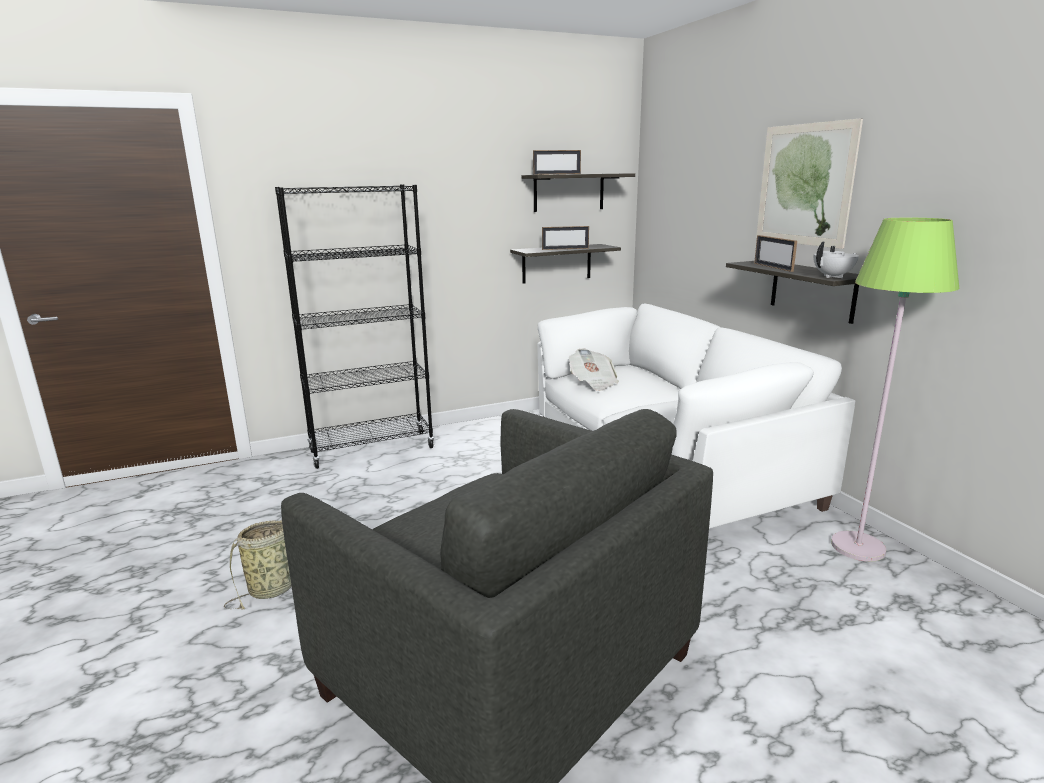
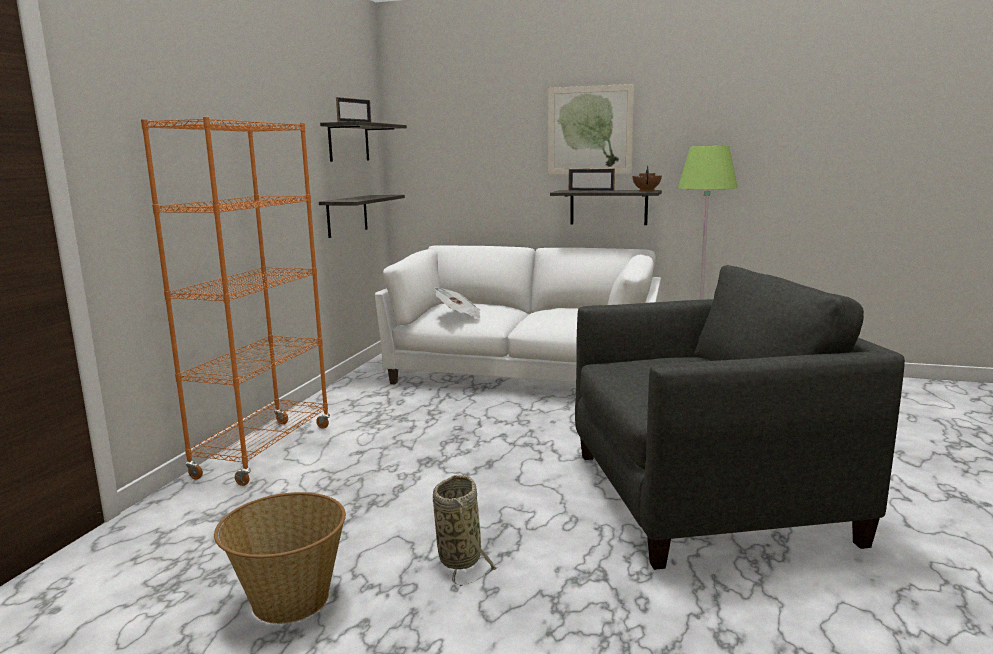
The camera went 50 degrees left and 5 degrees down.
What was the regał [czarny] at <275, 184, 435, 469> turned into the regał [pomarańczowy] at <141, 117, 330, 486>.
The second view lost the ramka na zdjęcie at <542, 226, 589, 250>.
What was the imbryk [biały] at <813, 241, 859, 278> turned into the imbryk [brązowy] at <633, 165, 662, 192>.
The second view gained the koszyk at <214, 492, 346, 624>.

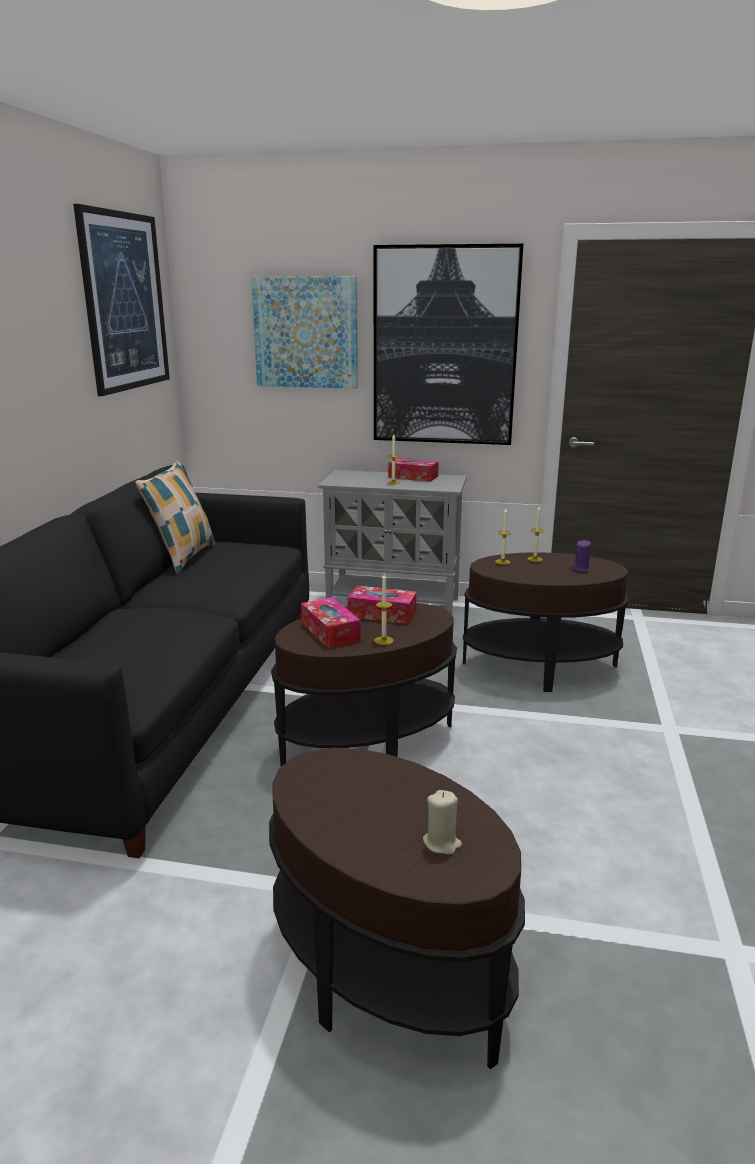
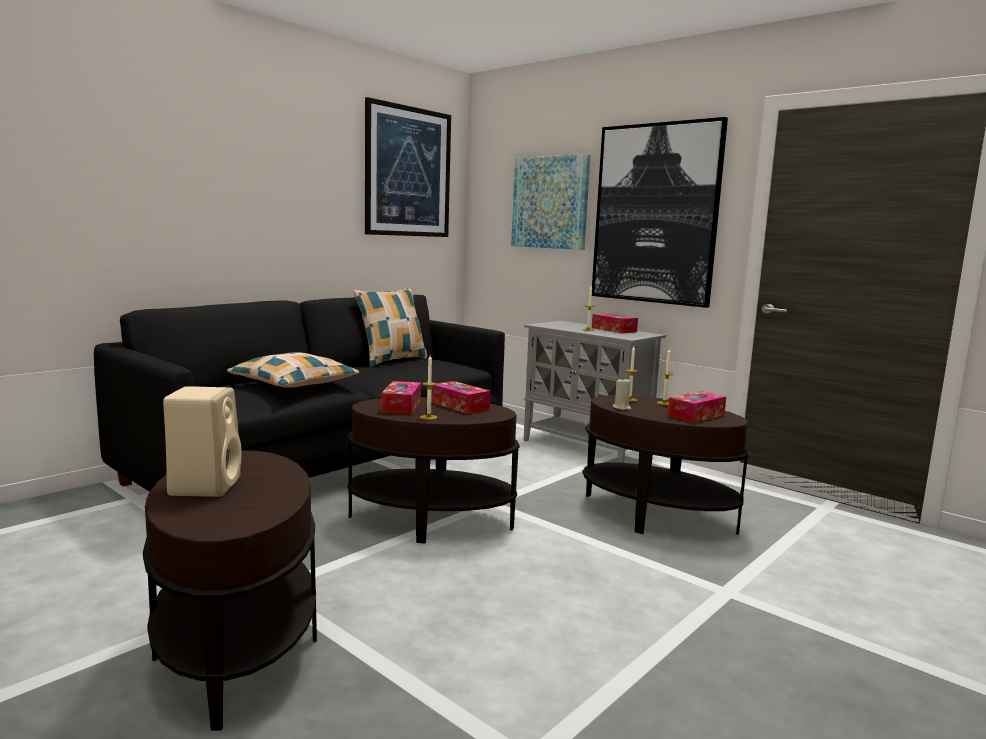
The camera went 30 degrees right and 10 degrees down.
The świeca [beżowy] ended up elsewhere, having gone from <423, 790, 462, 855> to <613, 379, 631, 410>.
Where the świeca [fioletowy] stood at <572, 540, 591, 572>, the pudełko chusteczek came to stand at <667, 391, 726, 423>.
The second view gained the głośnik [beżowy] at <163, 386, 242, 497>.
The second view gained the poduszka at <227, 352, 359, 388>.

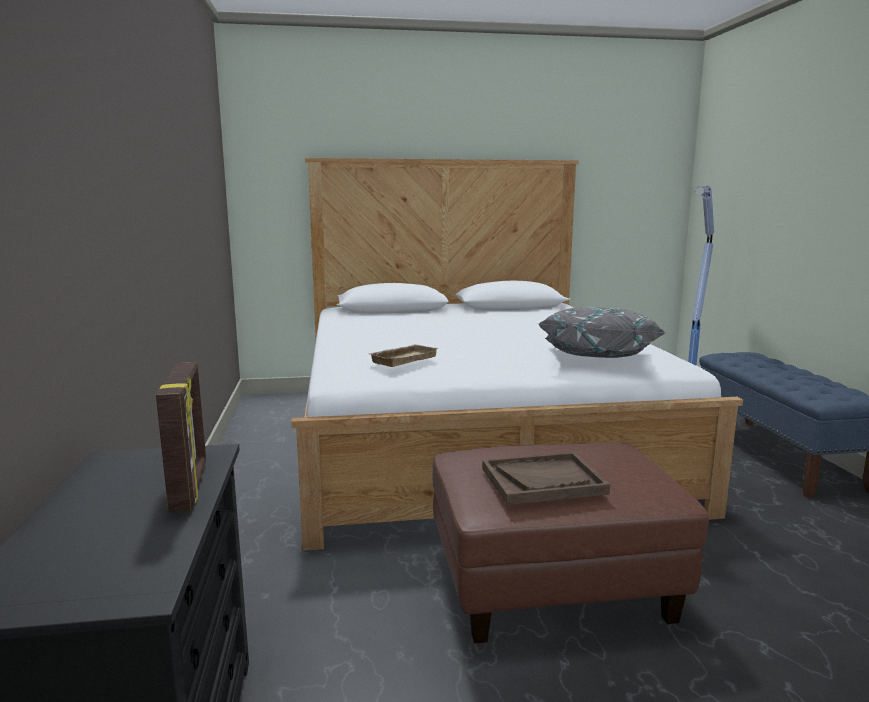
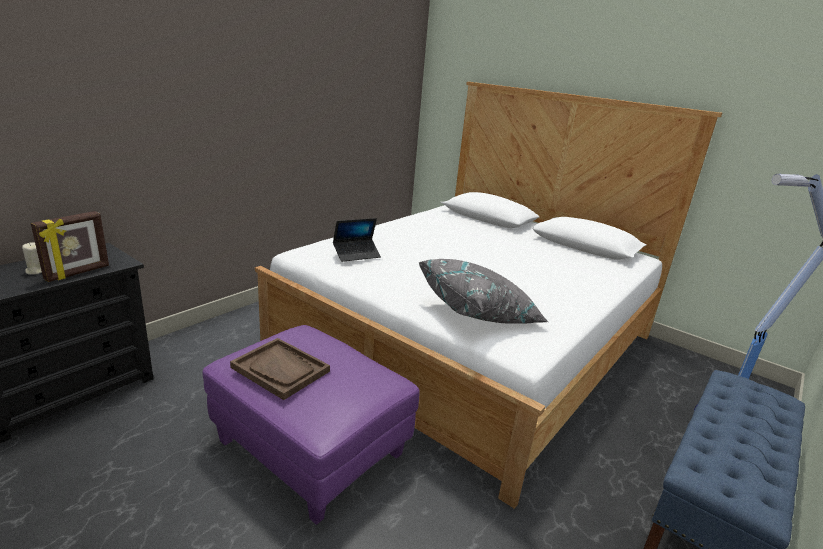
The camera went 45 degrees right and 10 degrees up.
Where the taca [beżowy] stood at <370, 344, 439, 367>, the laptop came to stand at <333, 218, 381, 262>.
What was the pufa [brązowy] at <433, 442, 709, 644> turned into the pufa [fioletowy] at <202, 325, 420, 525>.
The second view gained the świeca [beżowy] at <22, 242, 42, 275>.

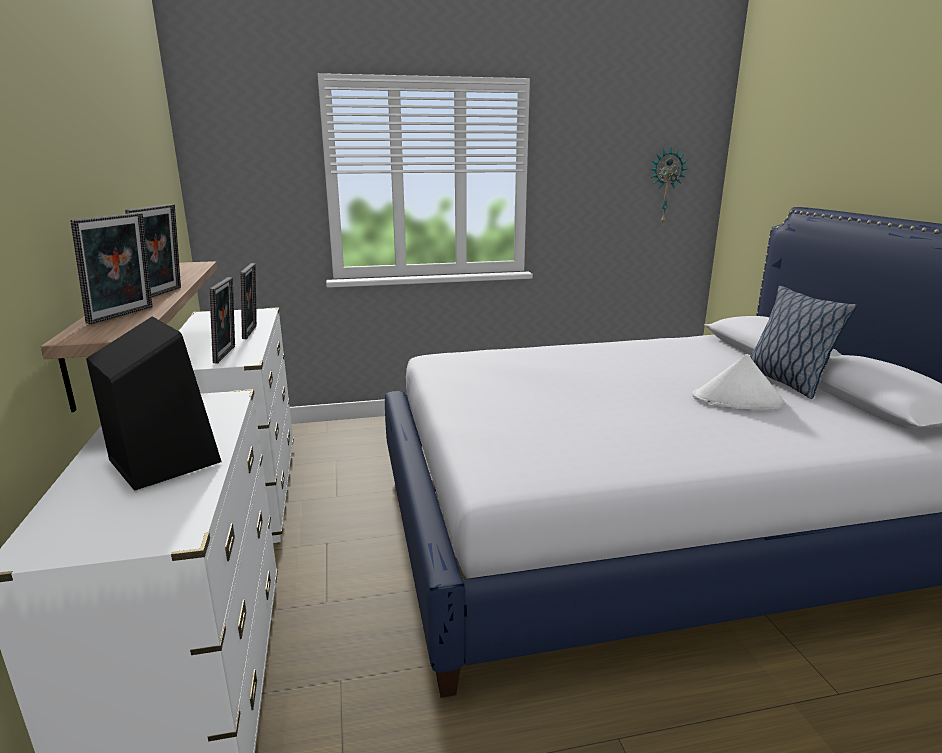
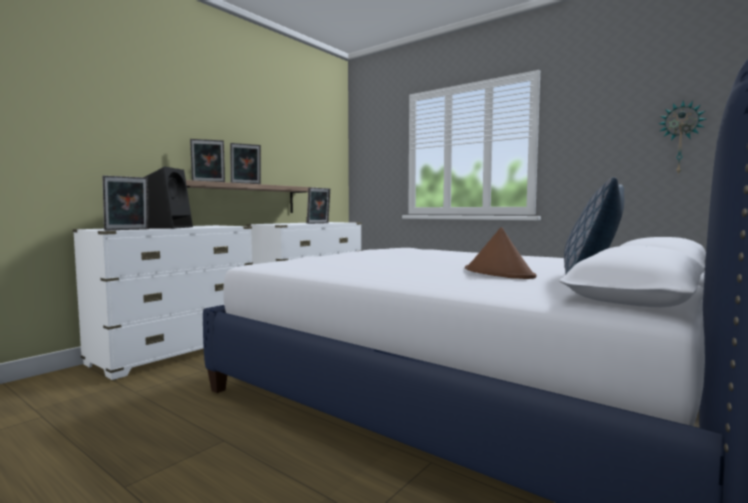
The camera went 50 degrees right and 15 degrees down.
The ramka na zdjęcie ended up elsewhere, having gone from <209, 277, 235, 363> to <102, 175, 149, 230>.
What was the kapelusz [biały] at <692, 354, 786, 410> turned into the kapelusz [brązowy] at <465, 227, 536, 279>.

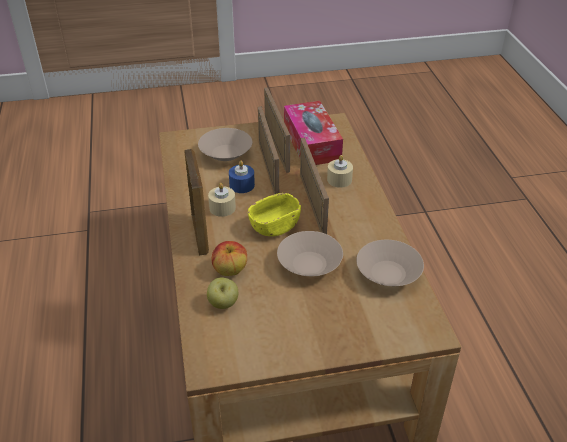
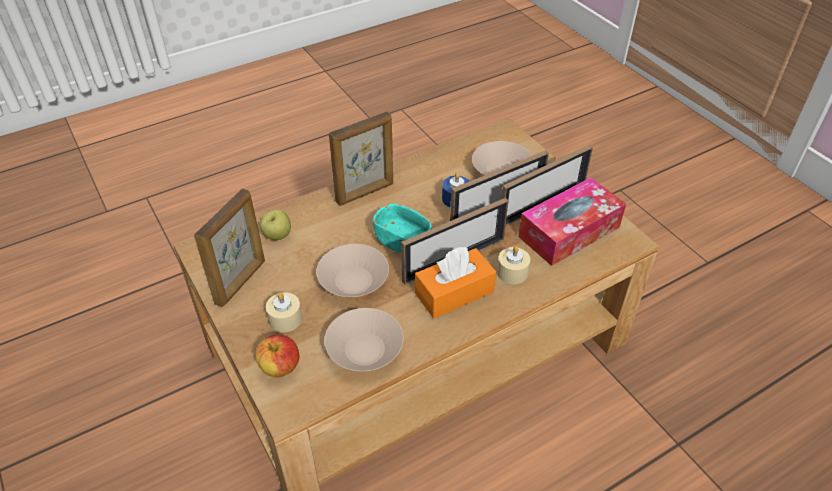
The camera went 70 degrees right and 5 degrees up.
The świeca [beżowy] ended up elsewhere, having gone from <208, 183, 236, 217> to <266, 292, 302, 332>.
The jabłko ended up elsewhere, having gone from <212, 241, 247, 276> to <255, 335, 299, 377>.
What was the miska [żółty] at <248, 193, 301, 236> turned into the miska [turkusowy] at <373, 204, 432, 252>.
The second view gained the ramka na zdjęcie at <194, 188, 265, 307>.
The second view gained the pudełko chusteczek [pomarańczowy] at <415, 247, 496, 319>.

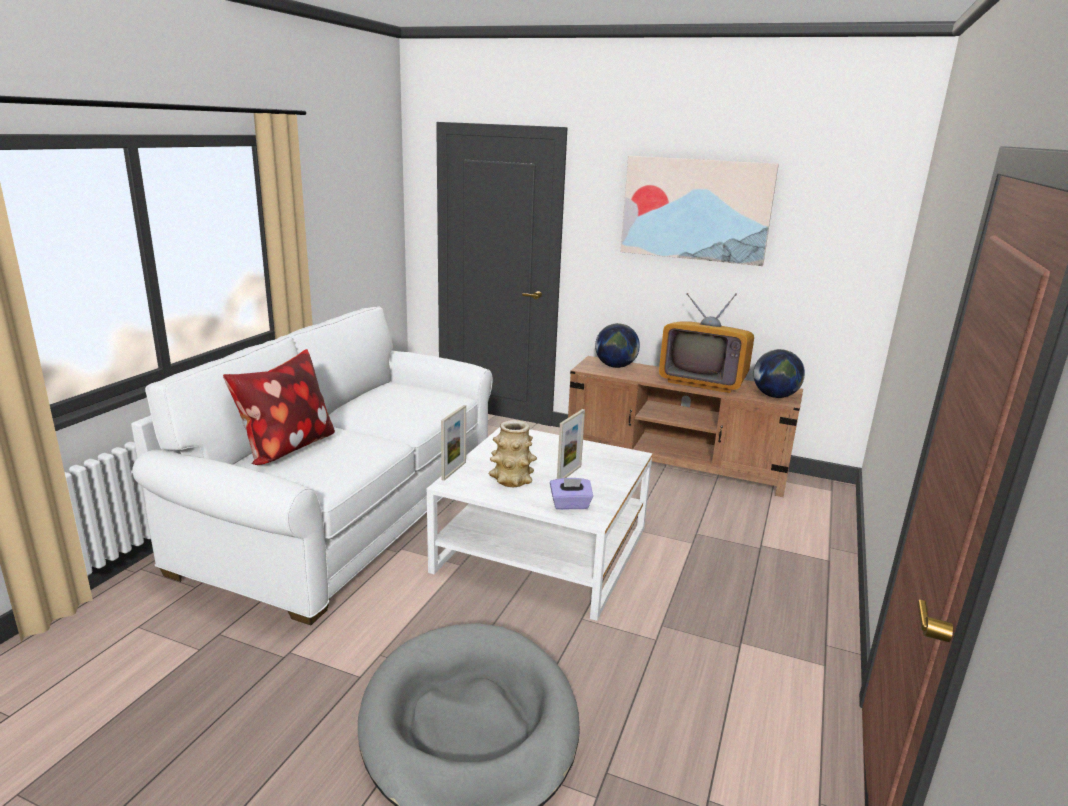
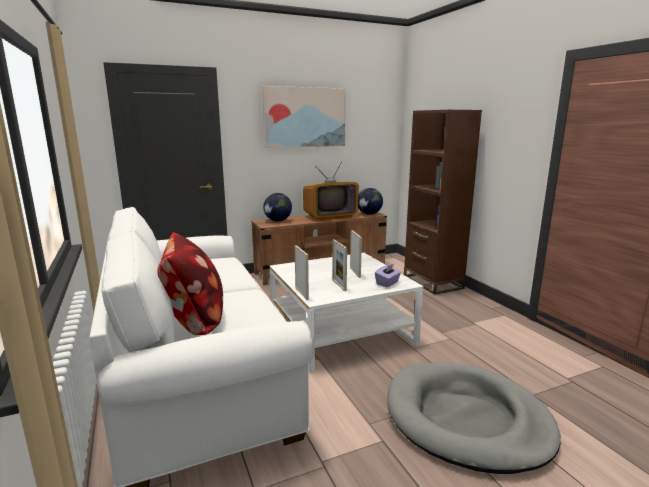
The camera went 45 degrees left and 5 degrees down.
Where the wazon stood at <489, 420, 537, 487>, the ramka na zdjęcie came to stand at <332, 239, 347, 291>.
The second view gained the regał [brązowy] at <404, 110, 482, 295>.

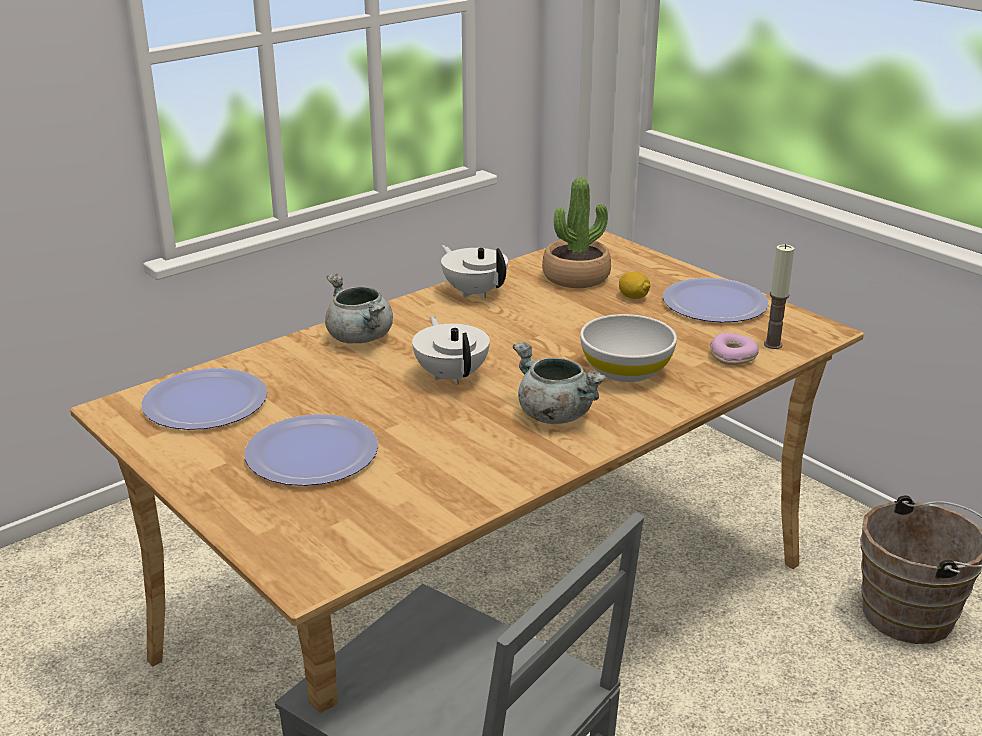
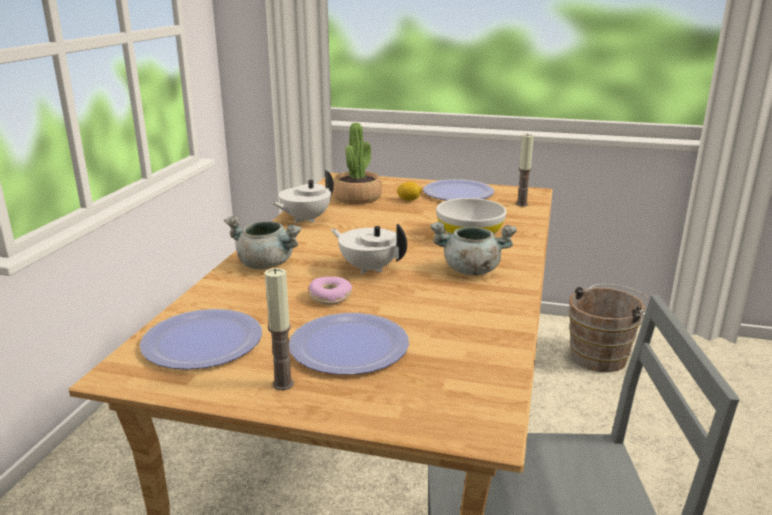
The camera went 35 degrees left and 5 degrees down.
The imbryk [biały] at <441, 245, 508, 298> ended up facing another way, 60 degrees counterclockwise from before.
The donut ended up elsewhere, having gone from <710, 333, 759, 365> to <308, 277, 352, 305>.
The second view gained the świeca at <265, 268, 294, 390>.

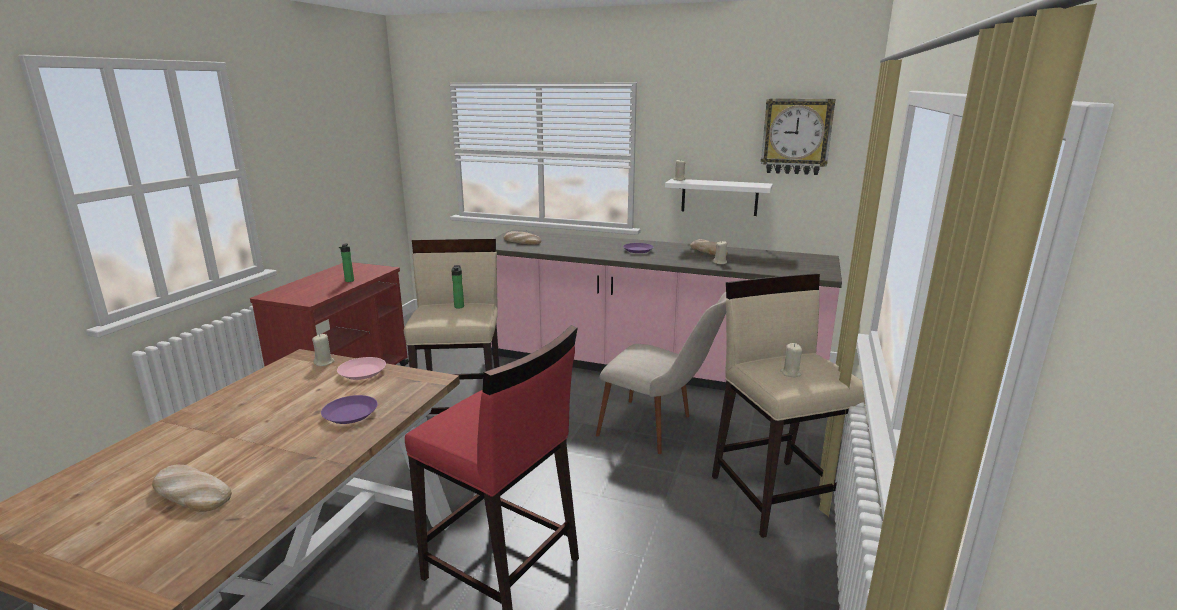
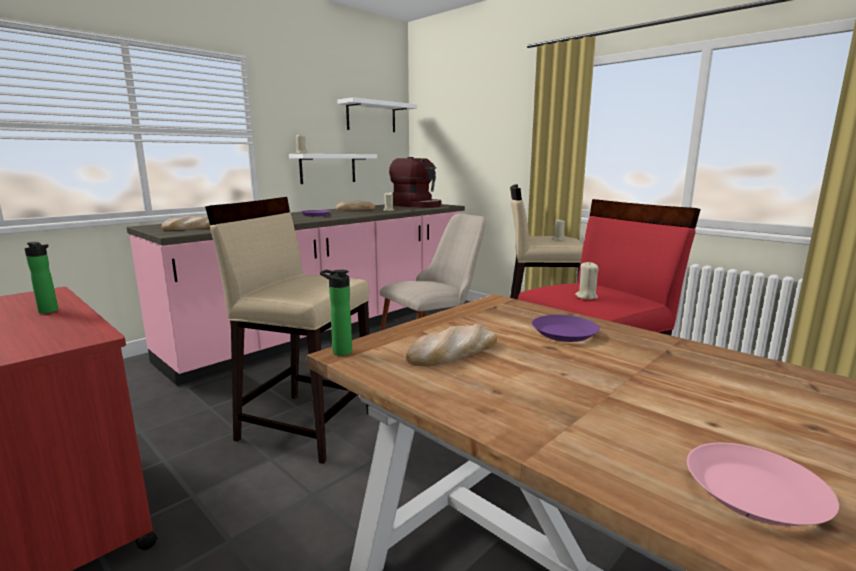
The camera went 65 degrees left and 5 degrees down.
The chleb ended up elsewhere, having gone from <152, 464, 232, 512> to <406, 324, 497, 366>.
The świeca [beżowy] ended up elsewhere, having gone from <312, 334, 335, 366> to <575, 262, 599, 299>.
The talerz [różowy] ended up elsewhere, having gone from <337, 357, 386, 380> to <687, 443, 839, 526>.
The butelka ended up elsewhere, having gone from <451, 265, 464, 309> to <320, 270, 352, 356>.
Where the zegar ścienny hung at <761, 98, 835, 175>, the półka [biały] came to hang at <337, 97, 417, 132>.
The second view gained the ekspres do kawy at <389, 157, 442, 208>.

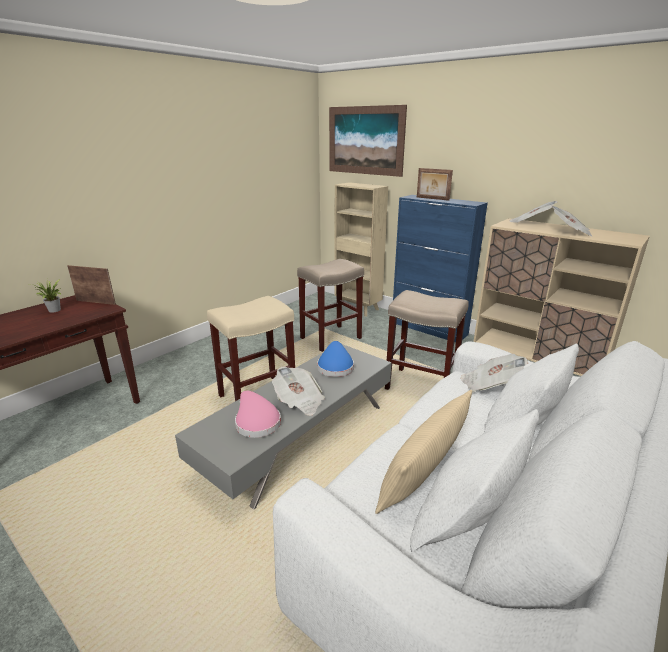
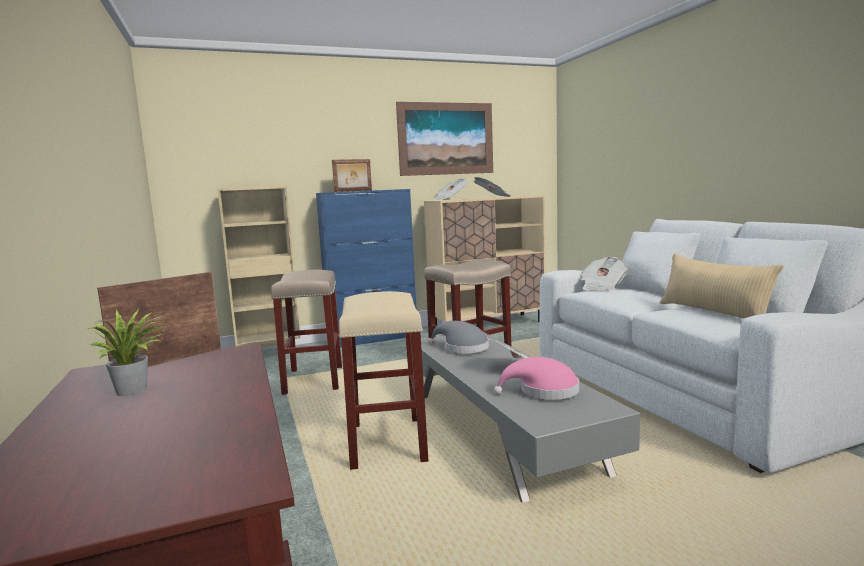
The camera went 60 degrees left and 15 degrees down.
What was the kapelusz [niebieski] at <317, 341, 354, 377> turned into the kapelusz [szary] at <429, 321, 489, 353>.
The obraz ended up elsewhere, having gone from <329, 105, 407, 177> to <396, 102, 493, 176>.

